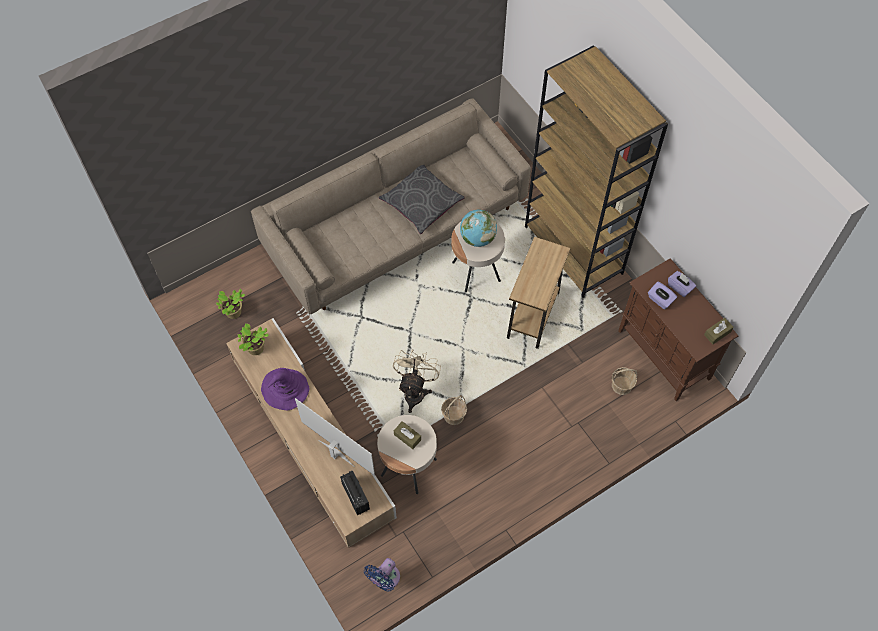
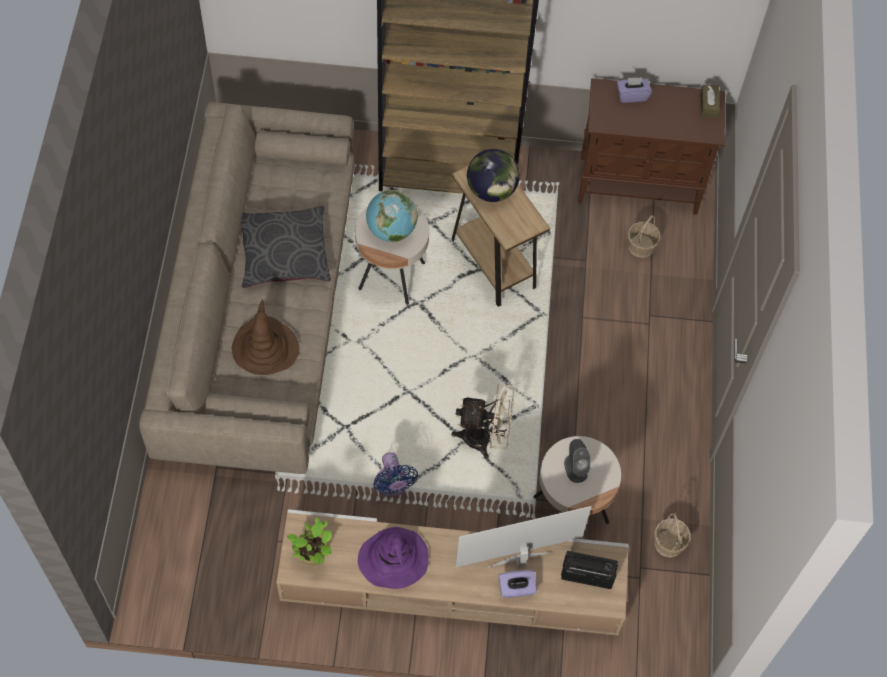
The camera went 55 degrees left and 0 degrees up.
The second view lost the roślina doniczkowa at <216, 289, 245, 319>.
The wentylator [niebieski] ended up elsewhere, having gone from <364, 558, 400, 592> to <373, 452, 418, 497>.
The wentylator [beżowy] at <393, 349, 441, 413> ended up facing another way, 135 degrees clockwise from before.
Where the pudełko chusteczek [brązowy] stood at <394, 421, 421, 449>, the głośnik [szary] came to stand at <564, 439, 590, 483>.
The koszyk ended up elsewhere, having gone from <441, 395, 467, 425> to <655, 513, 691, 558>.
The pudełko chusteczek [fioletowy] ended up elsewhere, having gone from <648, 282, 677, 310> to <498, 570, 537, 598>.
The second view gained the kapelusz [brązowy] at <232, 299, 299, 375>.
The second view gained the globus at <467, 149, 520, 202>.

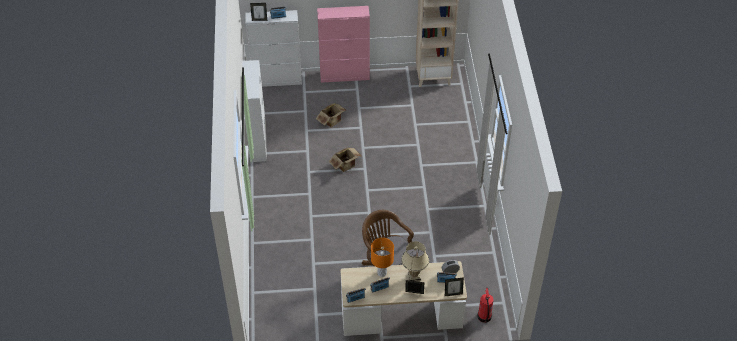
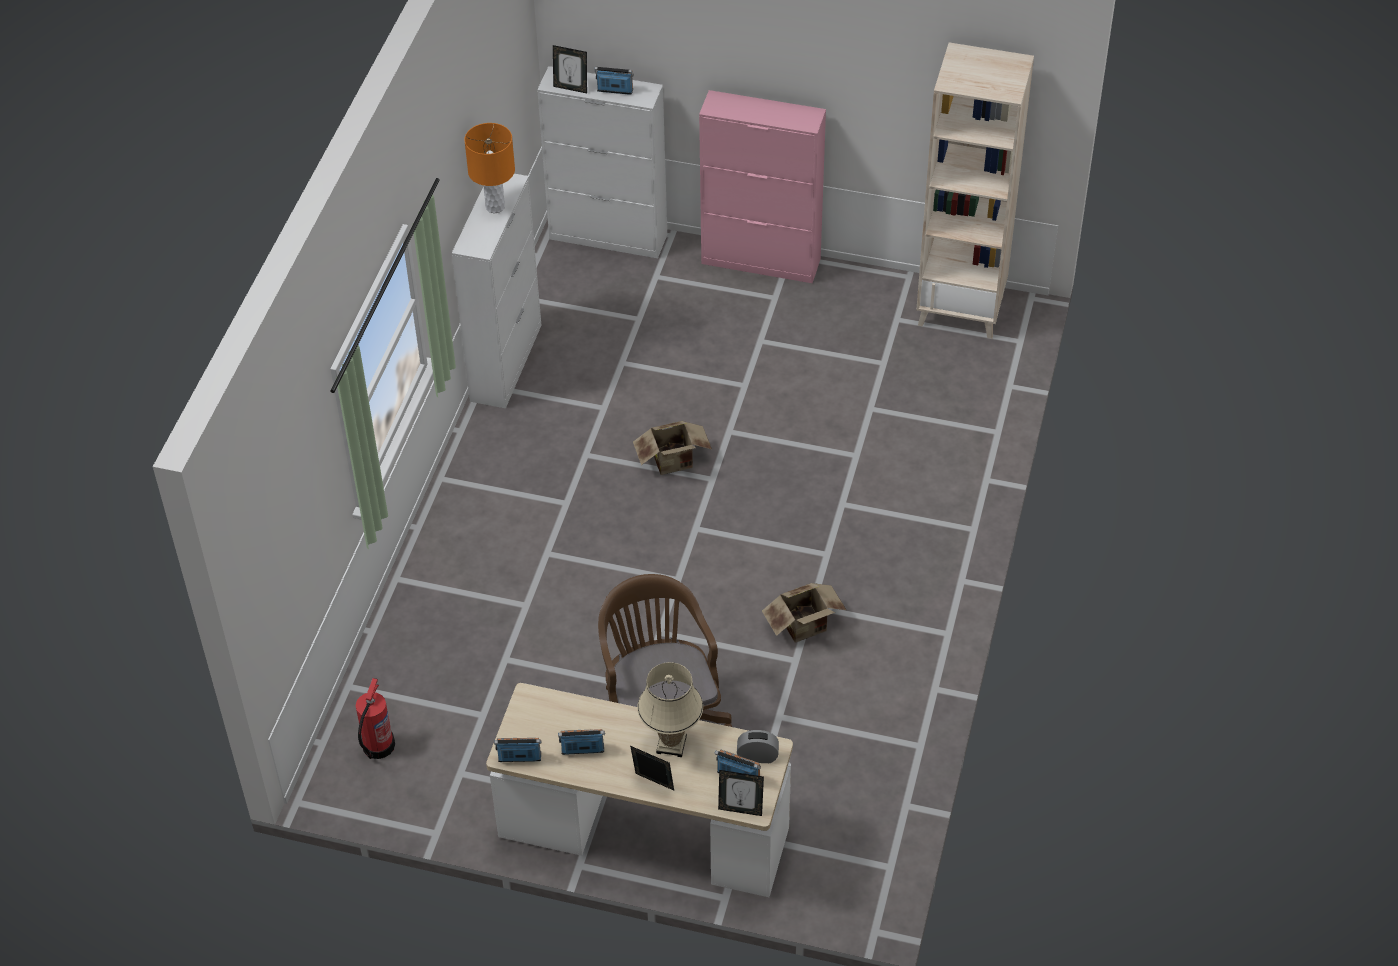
The camera went 20 degrees right and 0 degrees up.
The karton ended up elsewhere, having gone from <316, 103, 347, 127> to <762, 583, 846, 643>.
The lampa stołowa [pomarańczowy] ended up elsewhere, having gone from <371, 238, 394, 277> to <464, 123, 515, 213>.
The gaśnica ended up elsewhere, having gone from <477, 288, 494, 323> to <356, 678, 395, 759>.

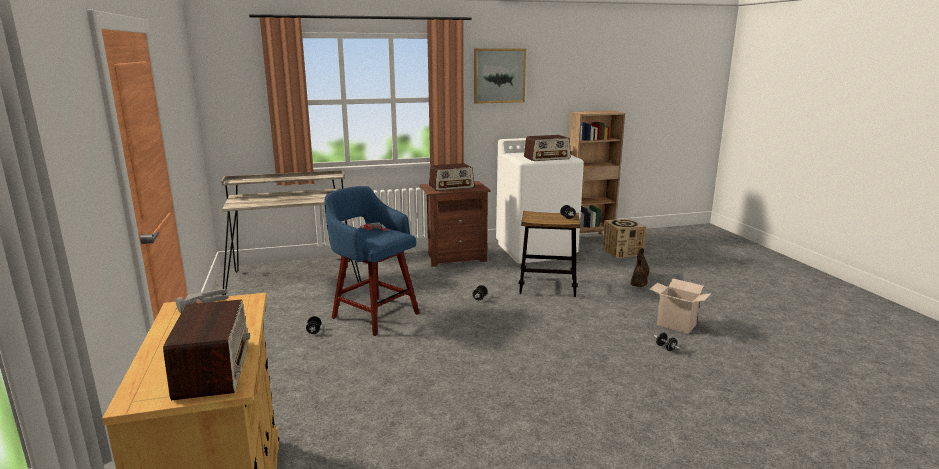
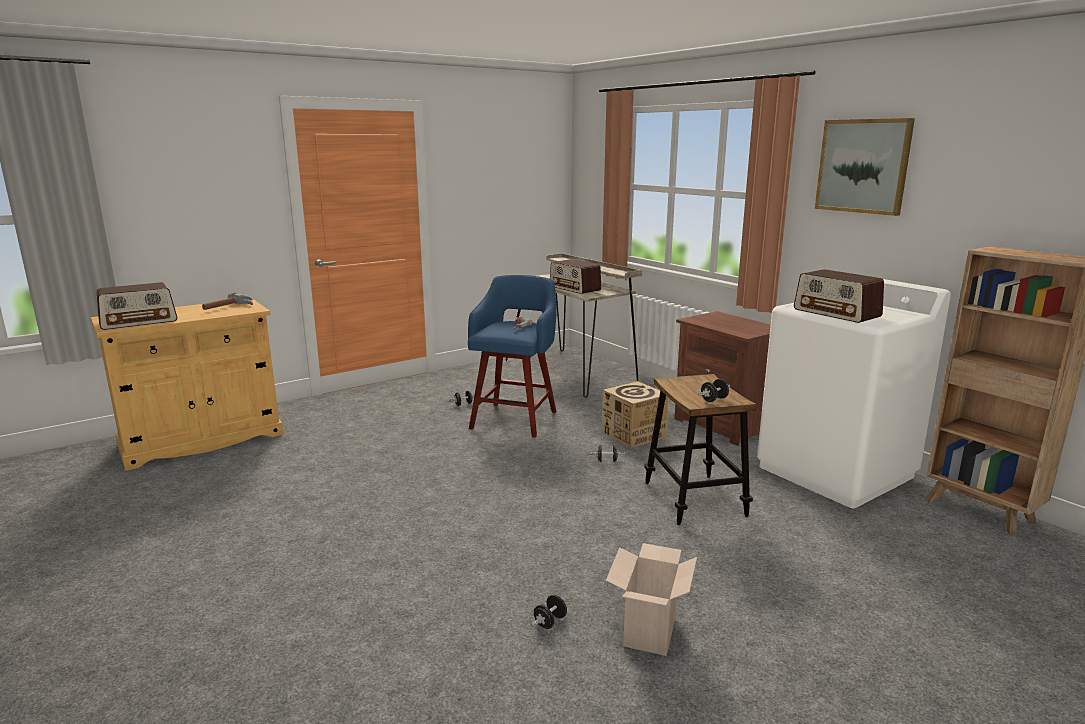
The camera went 70 degrees right and 0 degrees up.
The radio ended up elsewhere, having gone from <429, 163, 474, 191> to <550, 259, 601, 294>.
The karton ended up elsewhere, having gone from <602, 218, 646, 258> to <602, 381, 669, 448>.
The second view lost the but z cholewką [brązowy] at <631, 248, 649, 287>.

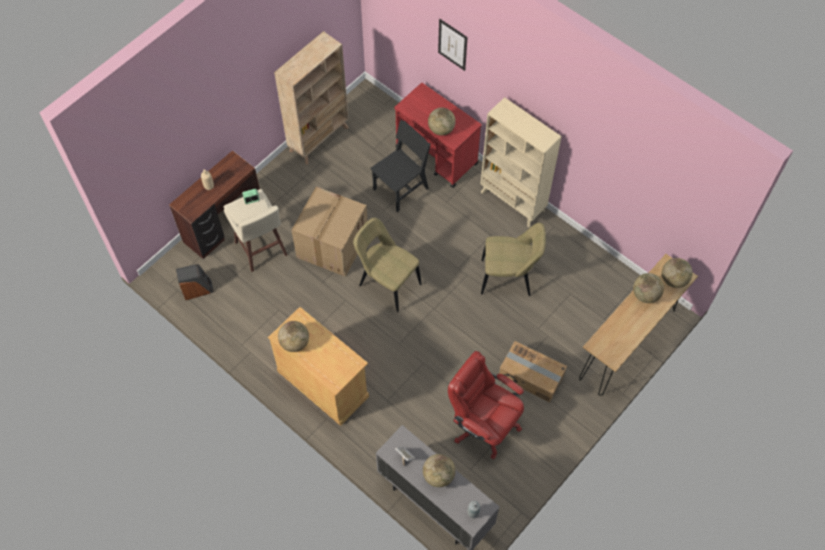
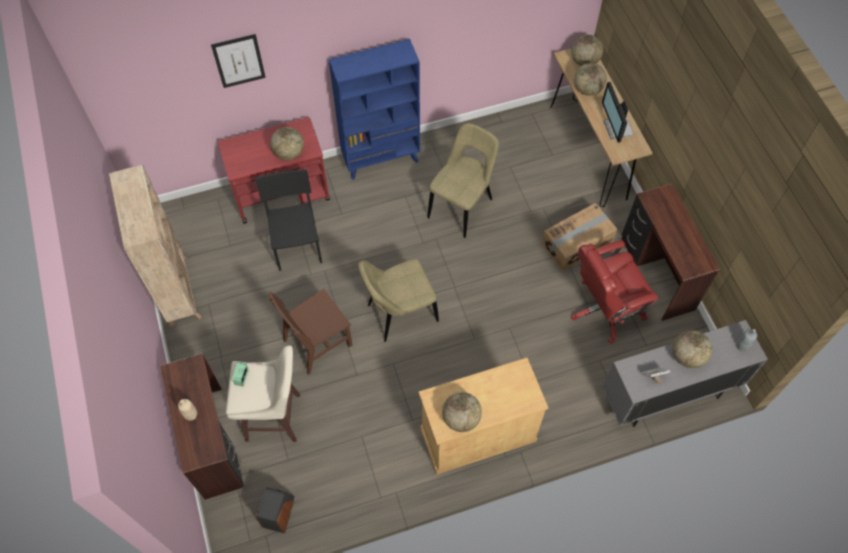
The camera went 60 degrees left and 0 degrees up.
Where the karton stood at <291, 186, 368, 277>, the krzesło [brązowy] came to stand at <268, 289, 353, 375>.
What was the regał [beżowy] at <481, 97, 562, 227> turned into the regał [niebieski] at <329, 39, 420, 180>.
The second view gained the monitor at <602, 82, 634, 143>.
The second view gained the biurko [brązowy] at <622, 184, 720, 321>.

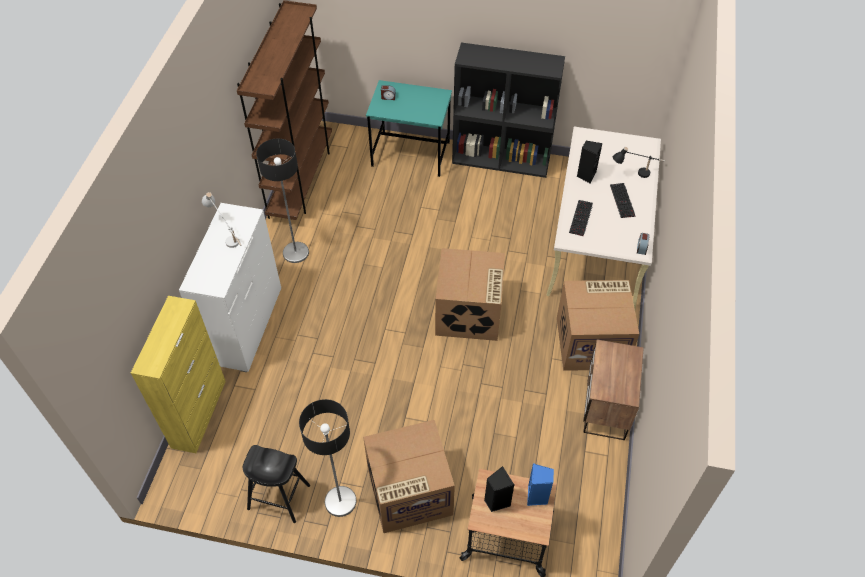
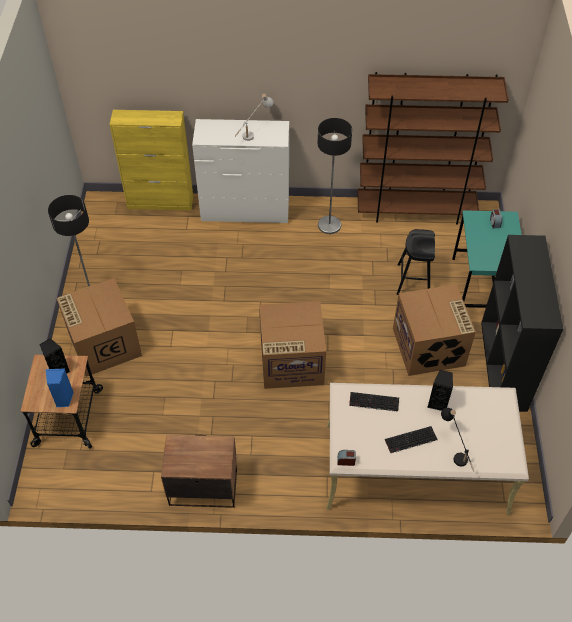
The camera went 80 degrees right and 0 degrees up.
The stołek [czarny] ended up elsewhere, having gone from <243, 445, 310, 523> to <397, 229, 435, 295>.
The karton ended up elsewhere, having gone from <557, 280, 639, 371> to <393, 284, 476, 376>.

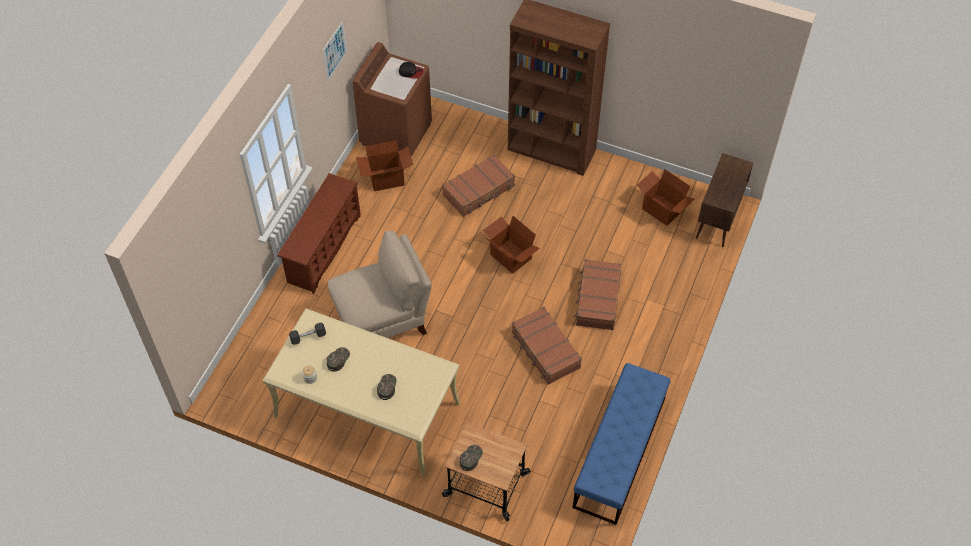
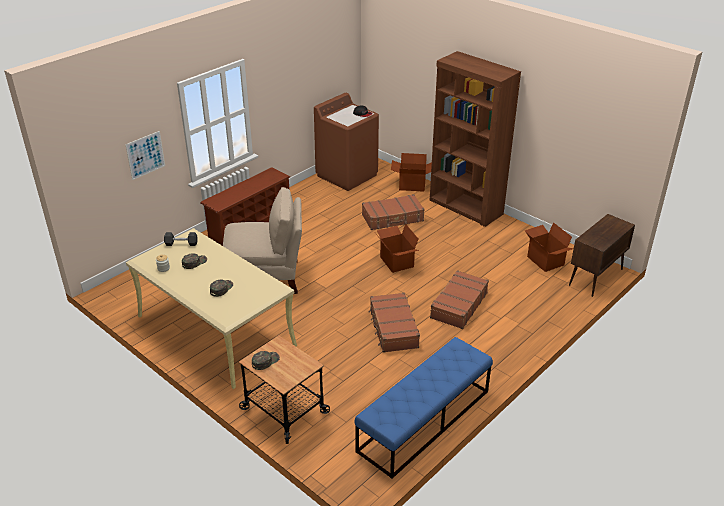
The camera went 20 degrees right and 20 degrees down.
The obraz ended up elsewhere, having gone from <323, 21, 347, 81> to <125, 131, 165, 180>.
The karton ended up elsewhere, having gone from <356, 140, 413, 191> to <391, 153, 432, 192>.

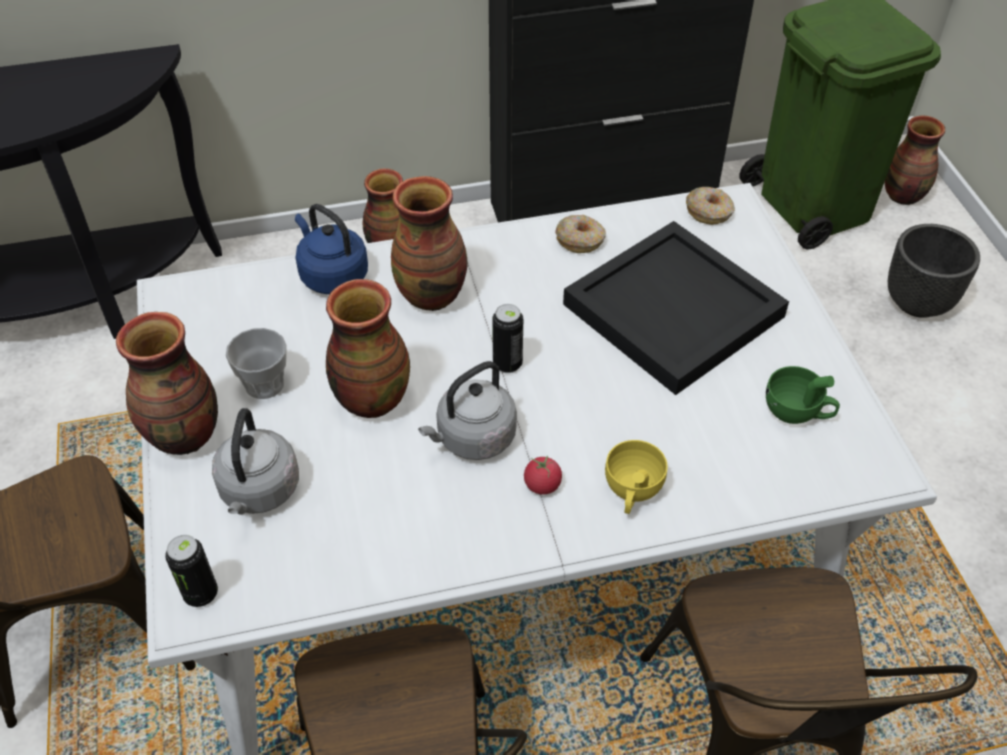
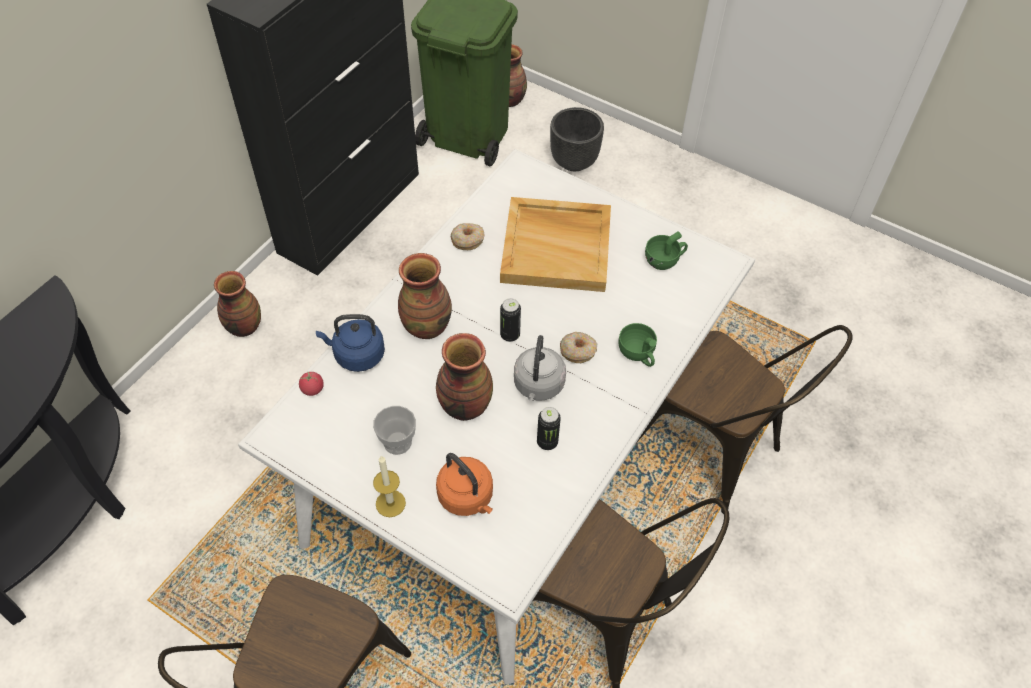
The camera went 45 degrees left and 5 degrees up.
Where the wazon stood at <116, 312, 218, 455>, the świeca came to stand at <373, 456, 406, 517>.
The puszka ended up elsewhere, having gone from <165, 535, 218, 607> to <537, 407, 561, 450>.
What was the czajnik [szary] at <212, 408, 299, 515> turned into the czajnik [pomarańczowy] at <436, 453, 493, 516>.
The pomidor ended up elsewhere, having gone from <524, 456, 562, 494> to <299, 372, 324, 396>.
What was the taca [czarny] at <563, 221, 789, 395> turned into the taca [beżowy] at <500, 197, 611, 292>.
What was the filiżanka [żółty] at <605, 440, 668, 514> turned into the filiżanka [zielony] at <618, 323, 657, 367>.
The donut ended up elsewhere, having gone from <686, 187, 735, 225> to <560, 332, 597, 363>.

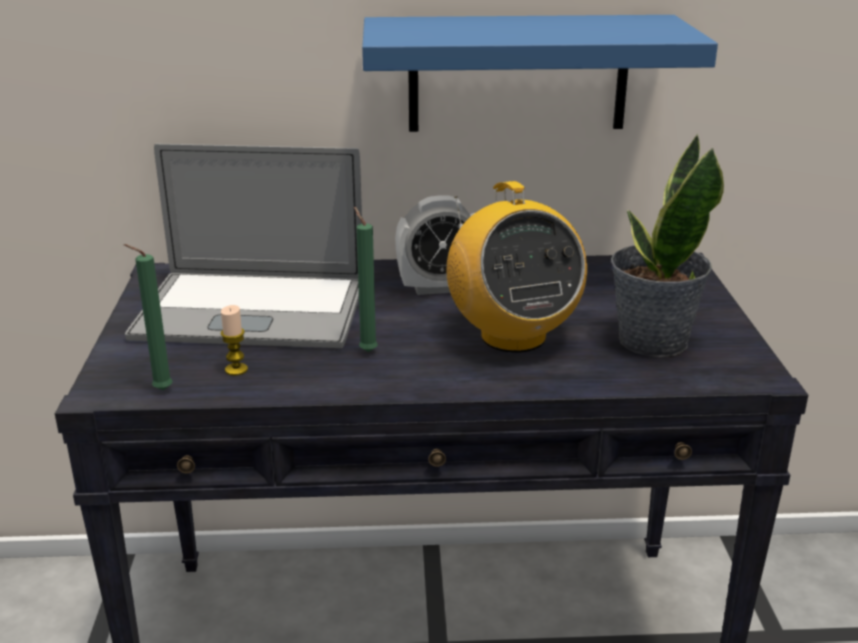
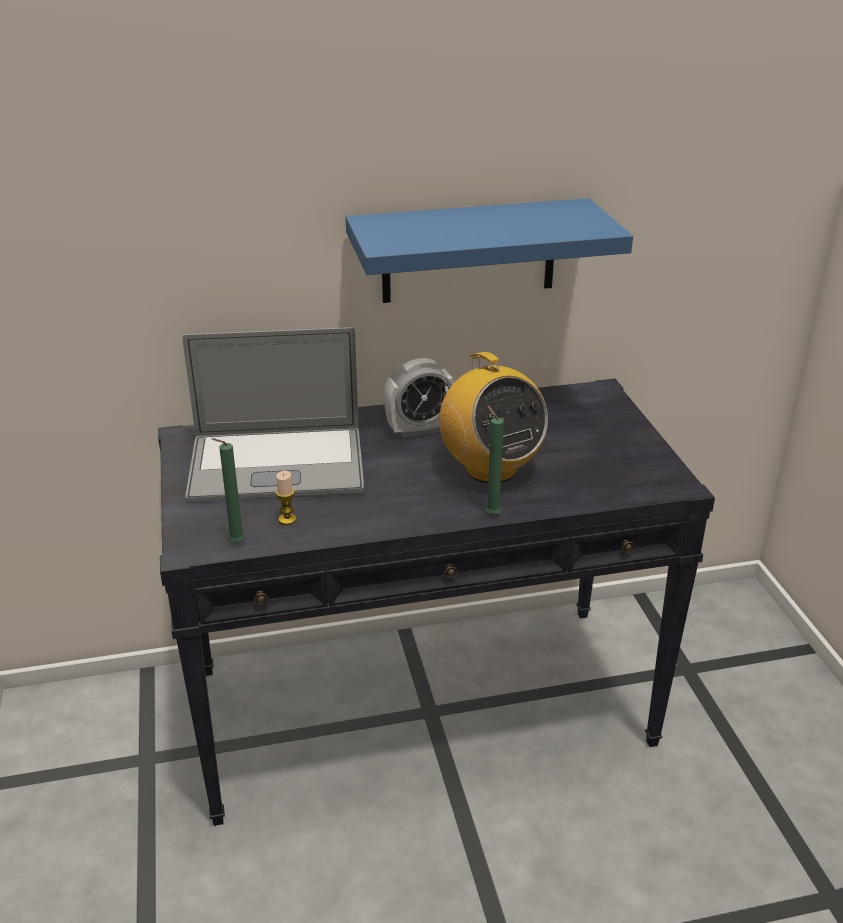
The camera went 10 degrees left and 5 degrees up.
The świeca [zielony] ended up elsewhere, having gone from <354, 206, 378, 352> to <486, 405, 504, 515>.
The second view lost the roślina doniczkowa at <611, 133, 724, 357>.

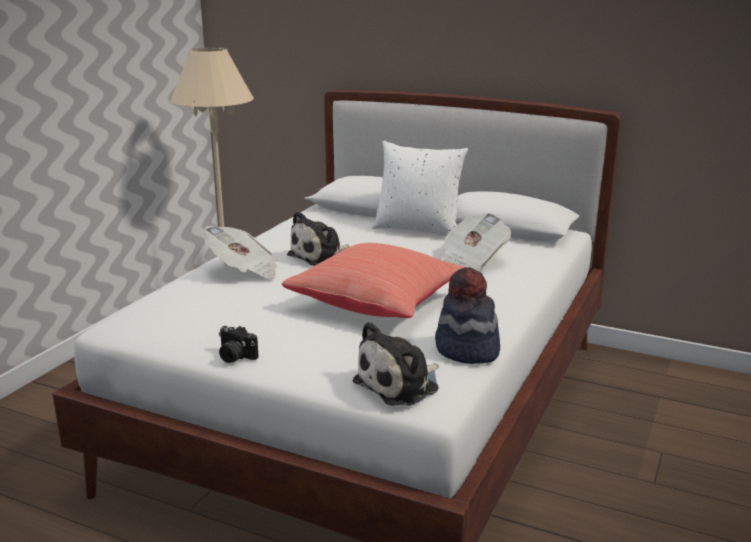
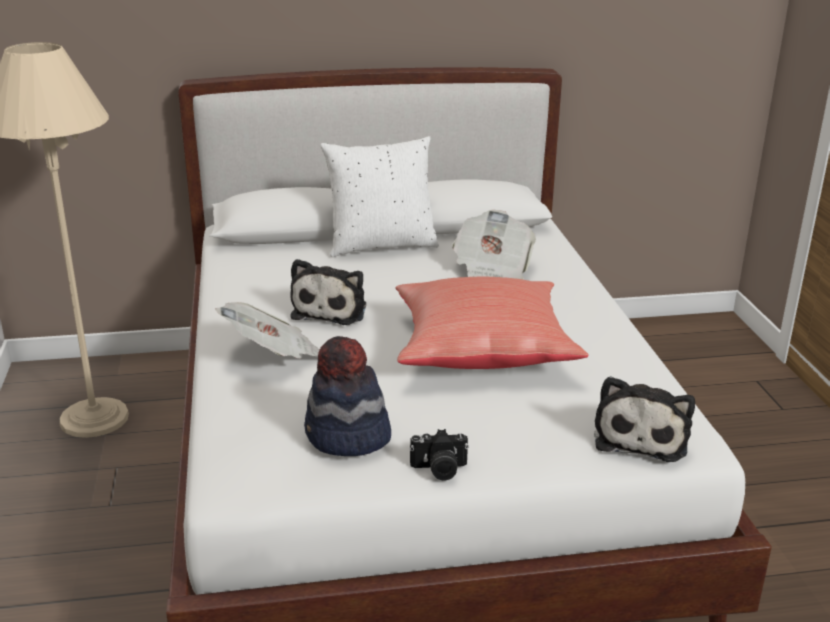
The camera went 35 degrees left and 5 degrees up.
The kapelusz ended up elsewhere, having gone from <435, 267, 500, 364> to <304, 336, 391, 456>.

